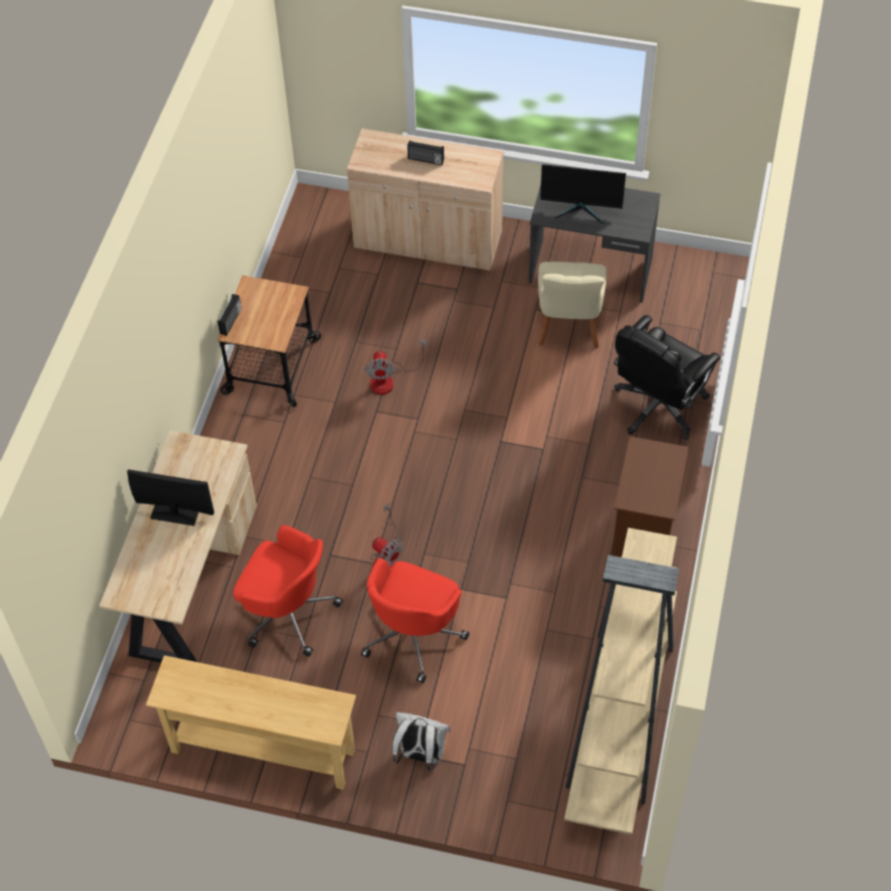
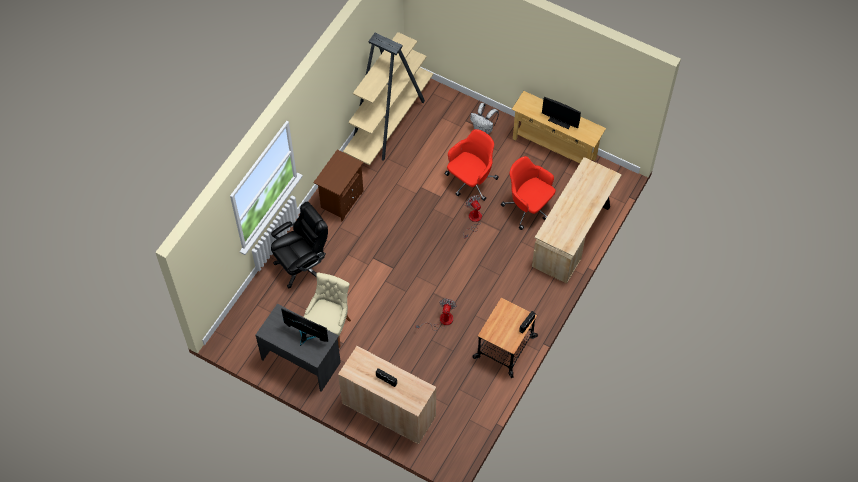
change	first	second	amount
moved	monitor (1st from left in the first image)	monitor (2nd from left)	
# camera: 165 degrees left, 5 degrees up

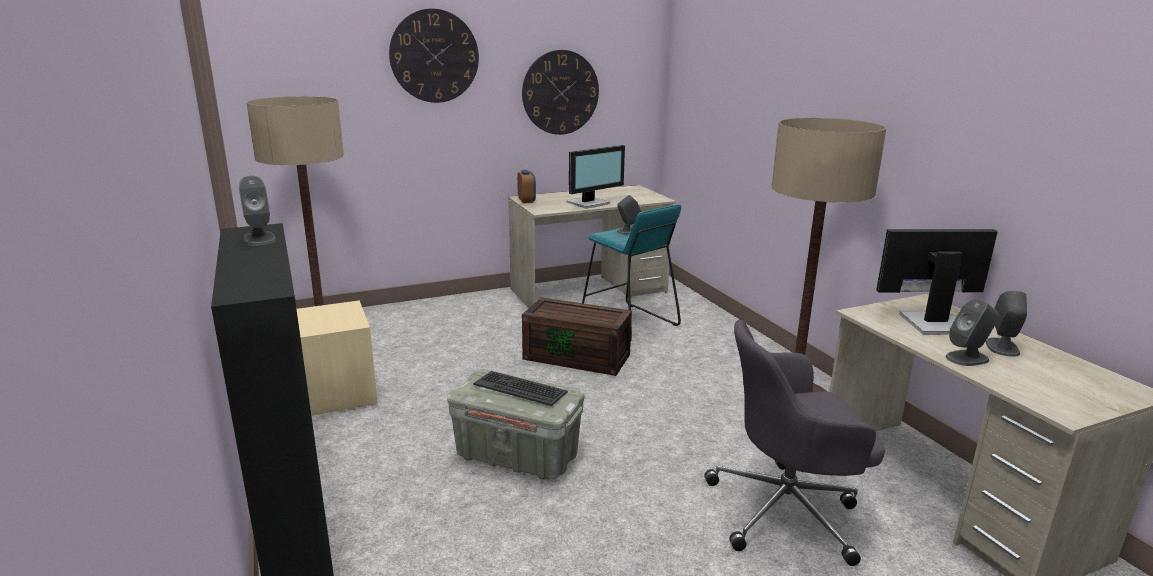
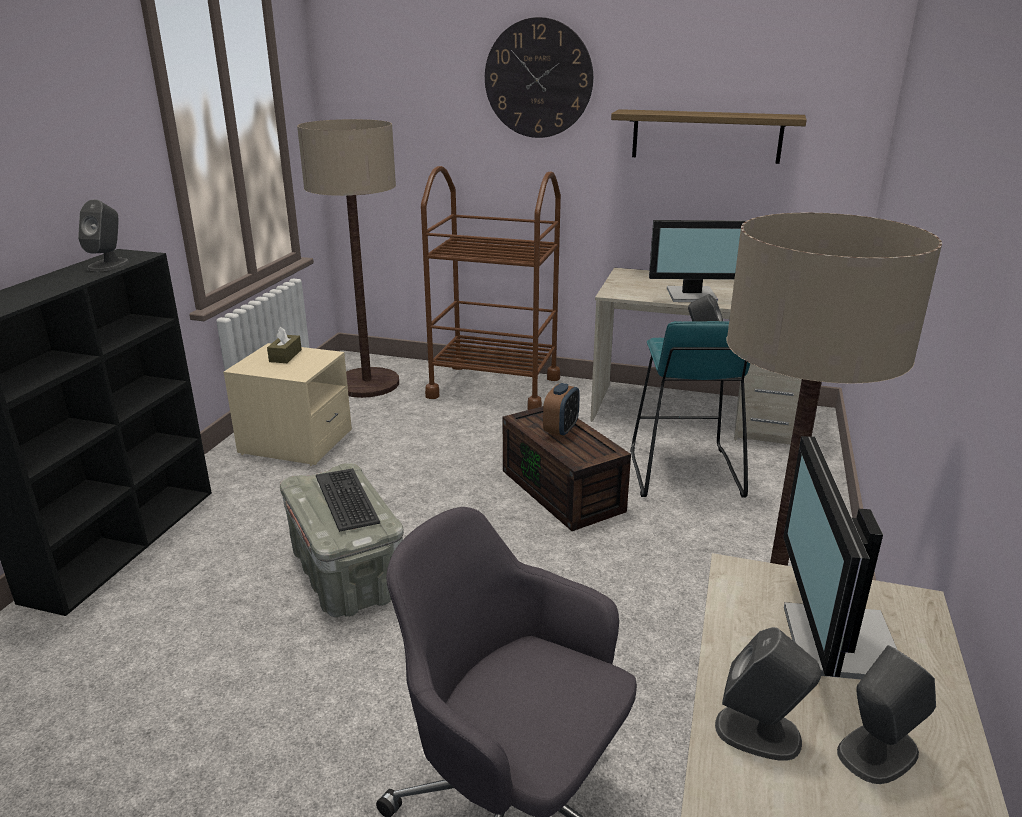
change	first	second	amount
added		tissue box (brown)	
added		cart (brown)	
moved	alarm clock		
replaced	wall clock (2nd from left)	shelf	
turned	monitor (2nd from left)		120 degrees counterclockwise
# camera: 40 degrees right, 5 degrees up

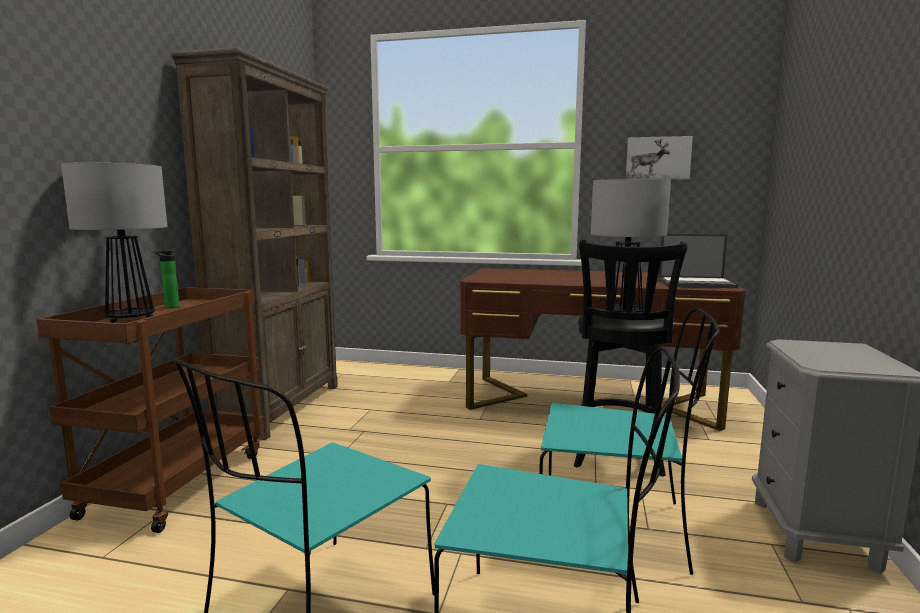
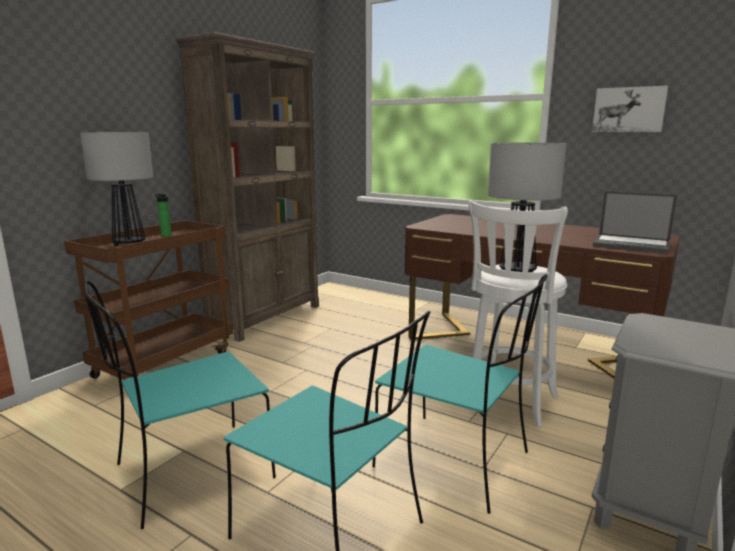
change	first	second	amount
recoloured	stool (black)	stool (white)	
# camera: 20 degrees right, 5 degrees up

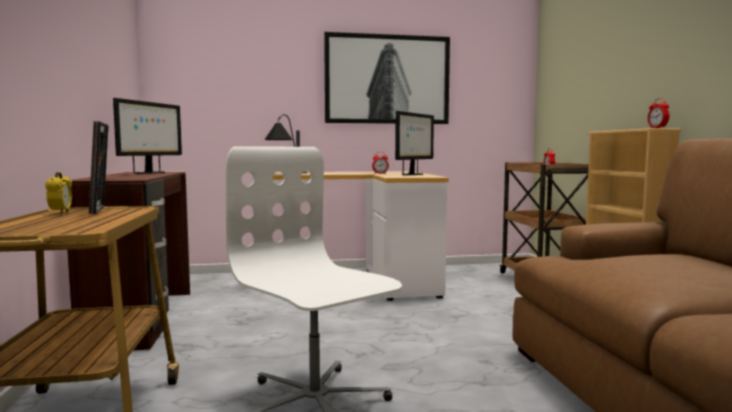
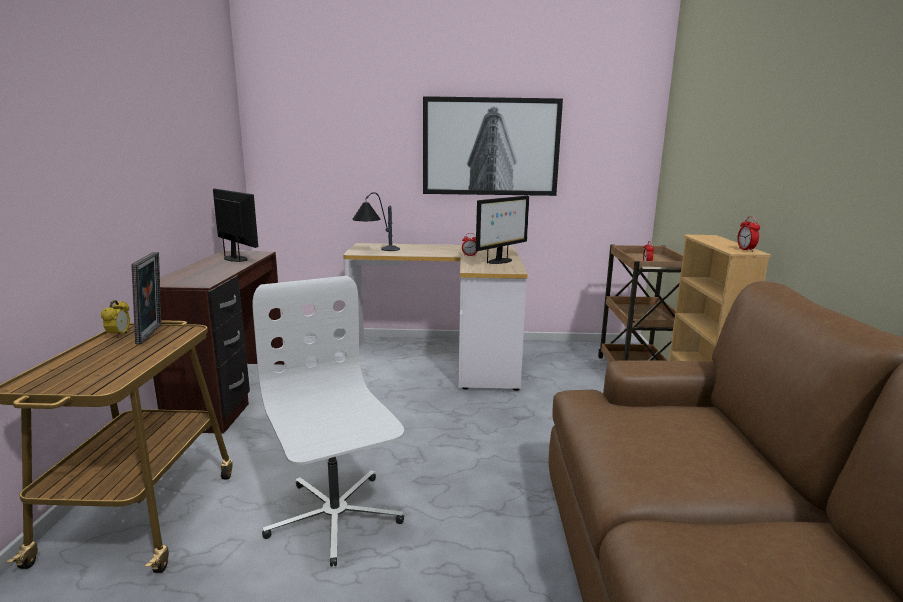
change	first	second	amount
turned	monitor (1st from left)		75 degrees counterclockwise
# camera: 10 degrees right, 10 degrees up

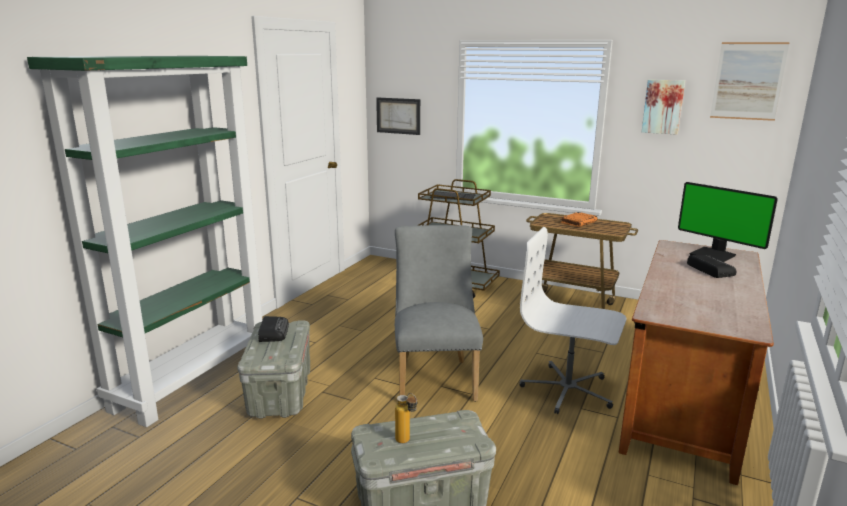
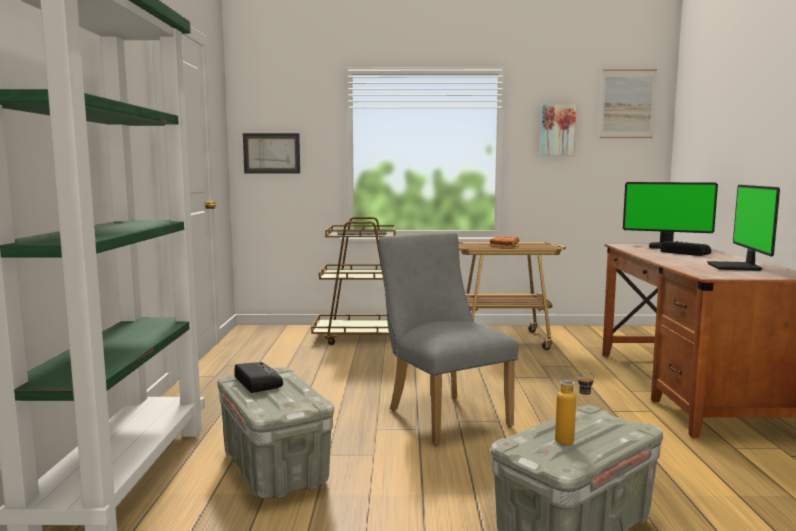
change	first	second	amount
removed	office chair (white)		
added		monitor (2nd from left)	
# camera: 25 degrees left, 10 degrees down

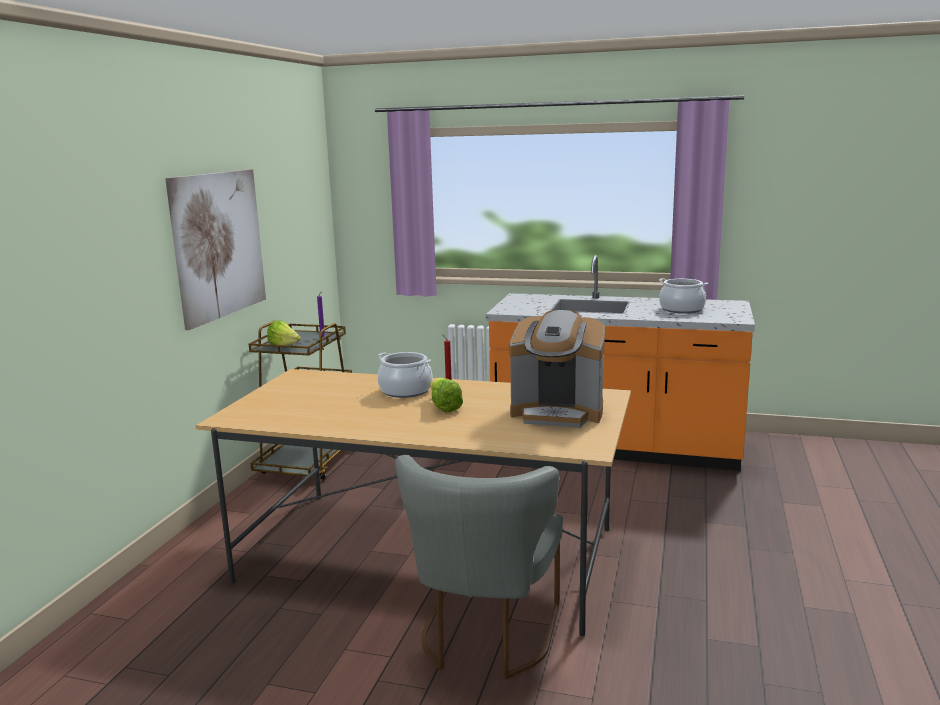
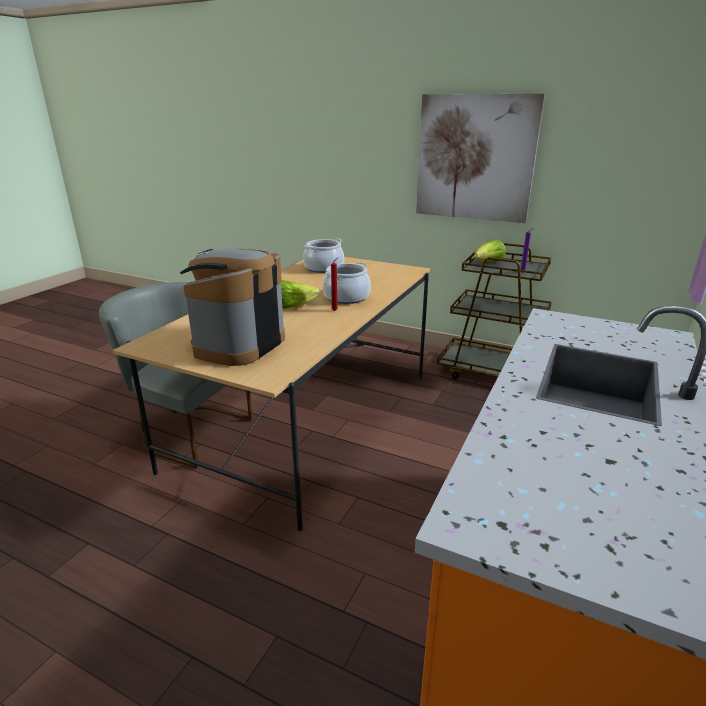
change	first	second	amount
moved	cooking pot (2nd from left in the first image)	cooking pot (1st from left)	
# camera: 100 degrees right, 10 degrees up

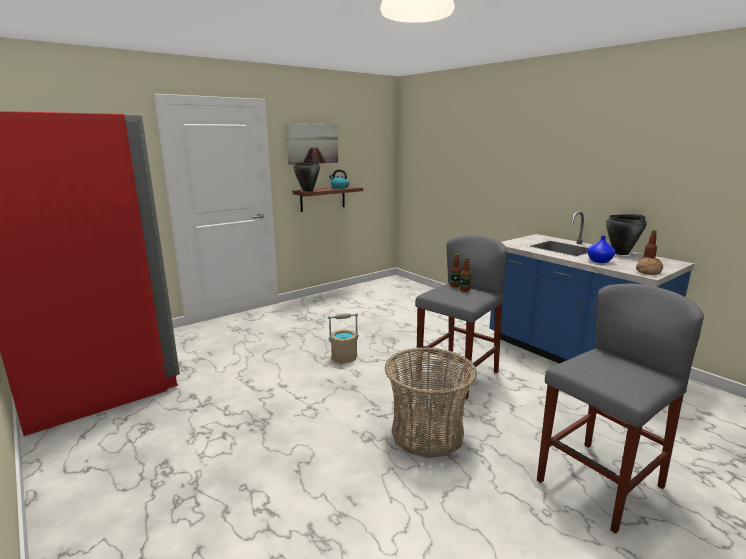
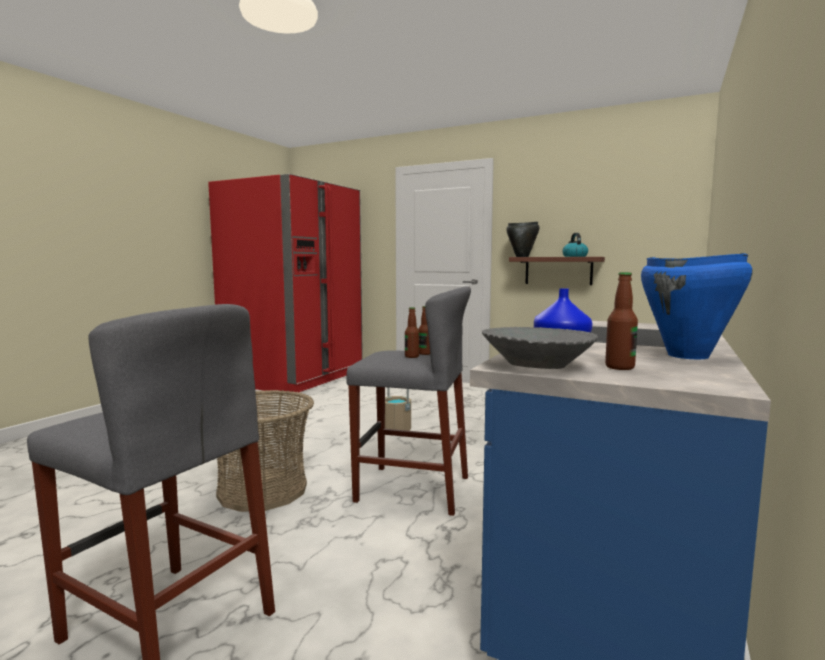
change	first	second	amount
removed	picture		
replaced	bread	bowl (grey)	
recoloured	cooking pot (black) (2nd from left)	cooking pot (blue)	
# camera: 65 degrees right, 10 degrees down

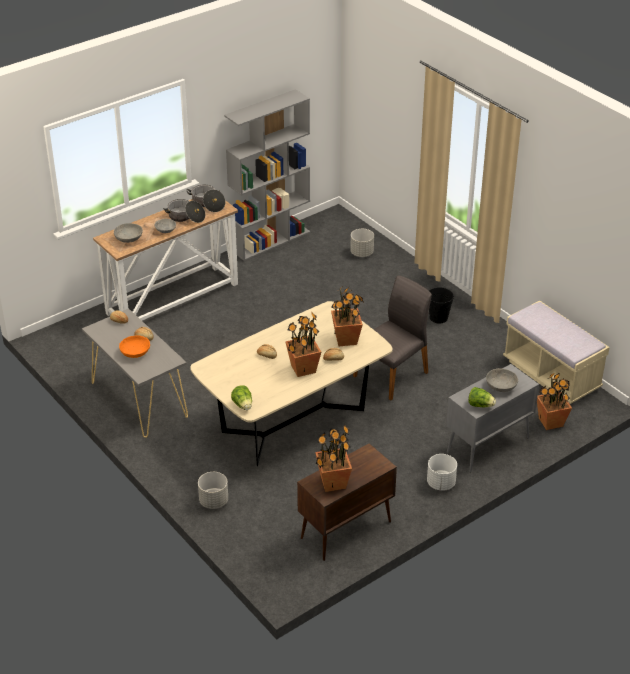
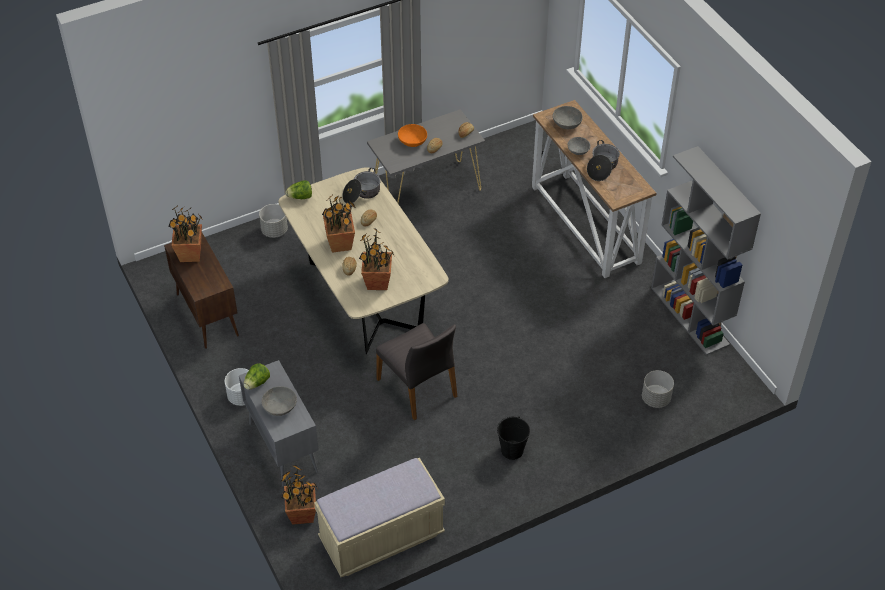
change	first	second	amount
moved	cooking pot (2nd from left in the first image)	cooking pot (1st from left)	
# camera: 100 degrees right, 10 degrees up

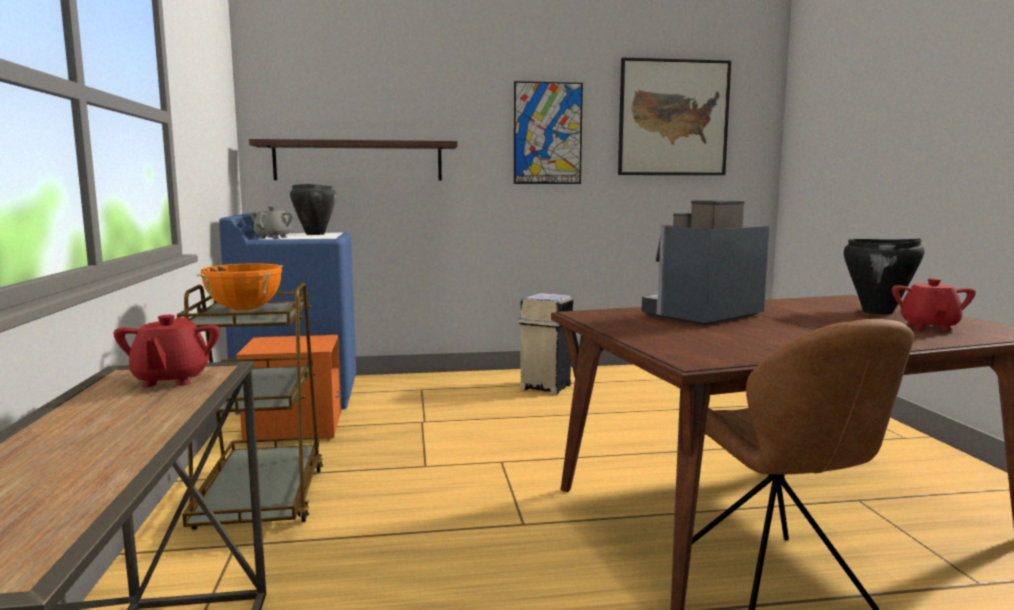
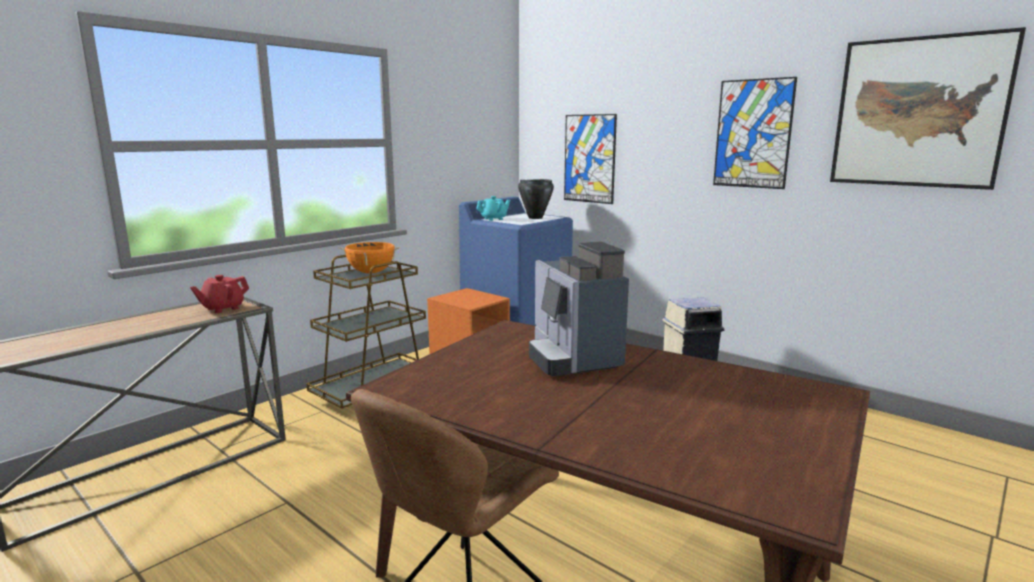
change	first	second	amount
removed	cooking pot (black) (2nd from left)		
removed	teapot (red) (2nd from left)		
replaced	shelf	picture (1st from left)	
recoloured	teapot (grey)	teapot (turquoise)	
turned	coffee machine		120 degrees counterclockwise
# camera: 50 degrees right, 5 degrees up

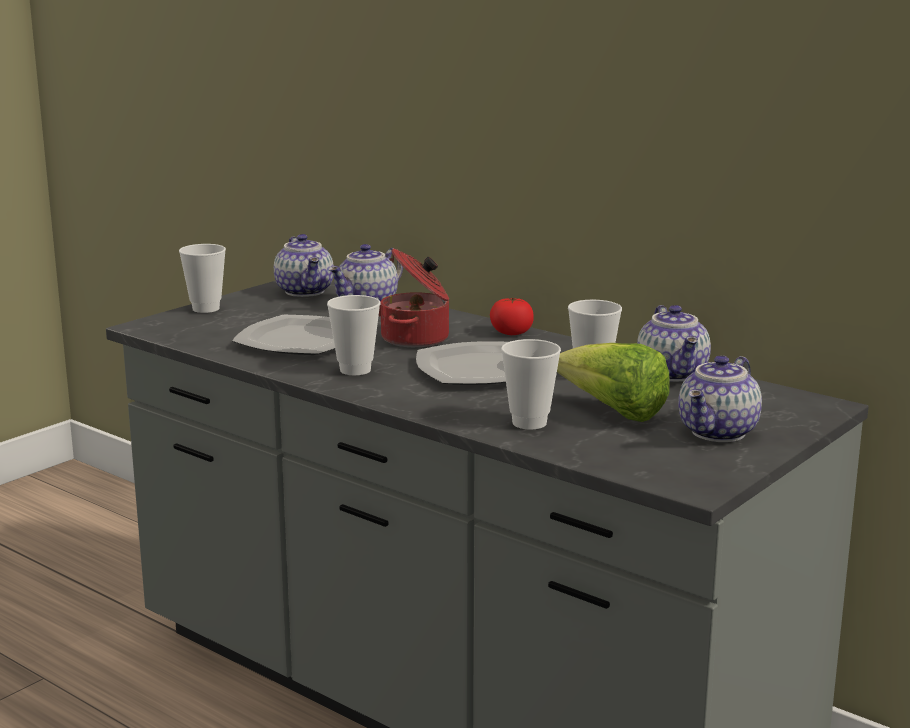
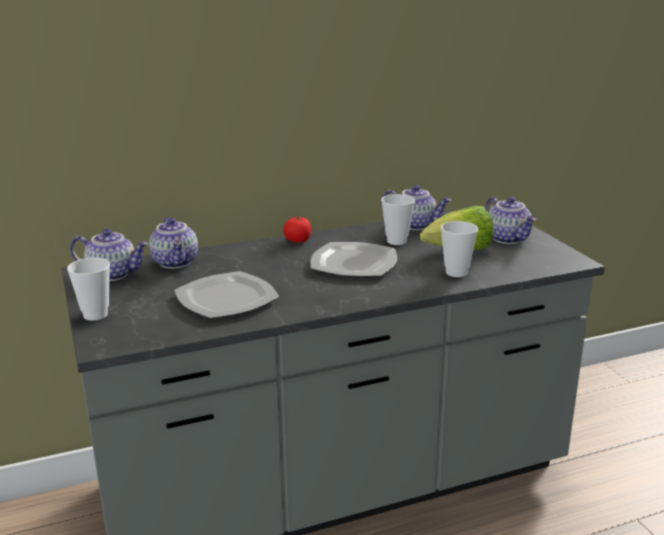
change	first	second	amount
removed	cup (2nd from left)		
removed	cooking pot		
# camera: 60 degrees left, 5 degrees up

